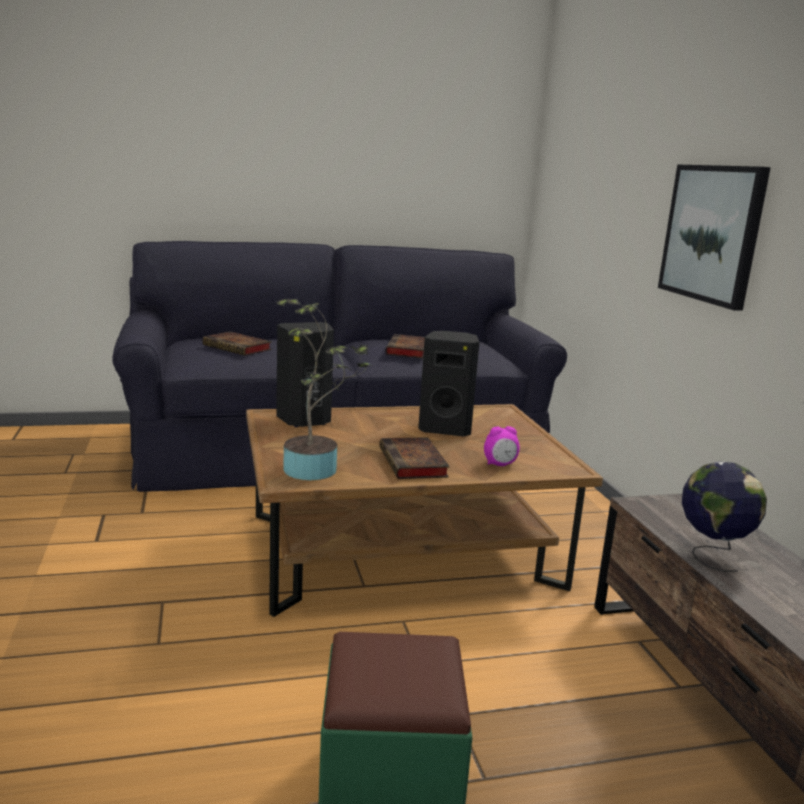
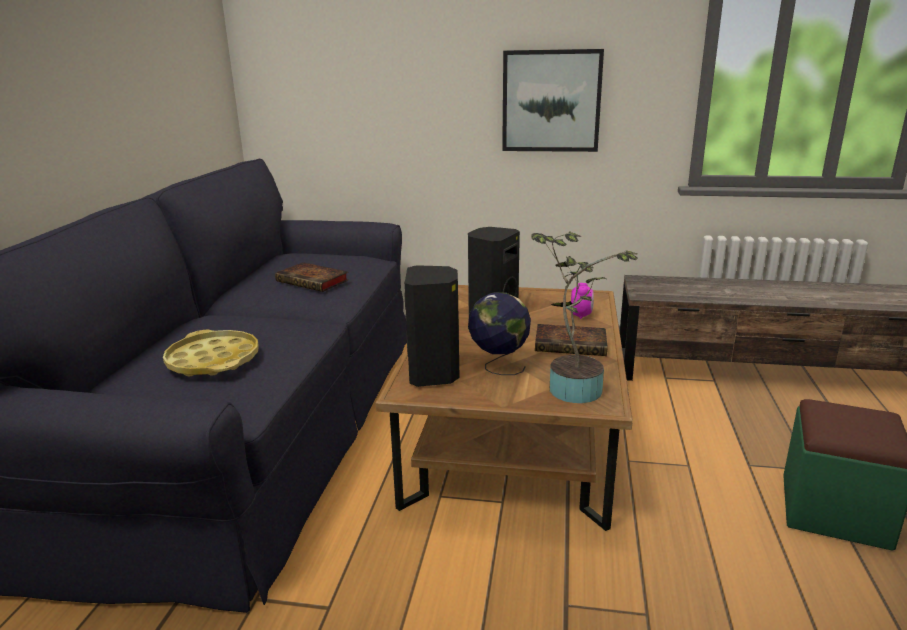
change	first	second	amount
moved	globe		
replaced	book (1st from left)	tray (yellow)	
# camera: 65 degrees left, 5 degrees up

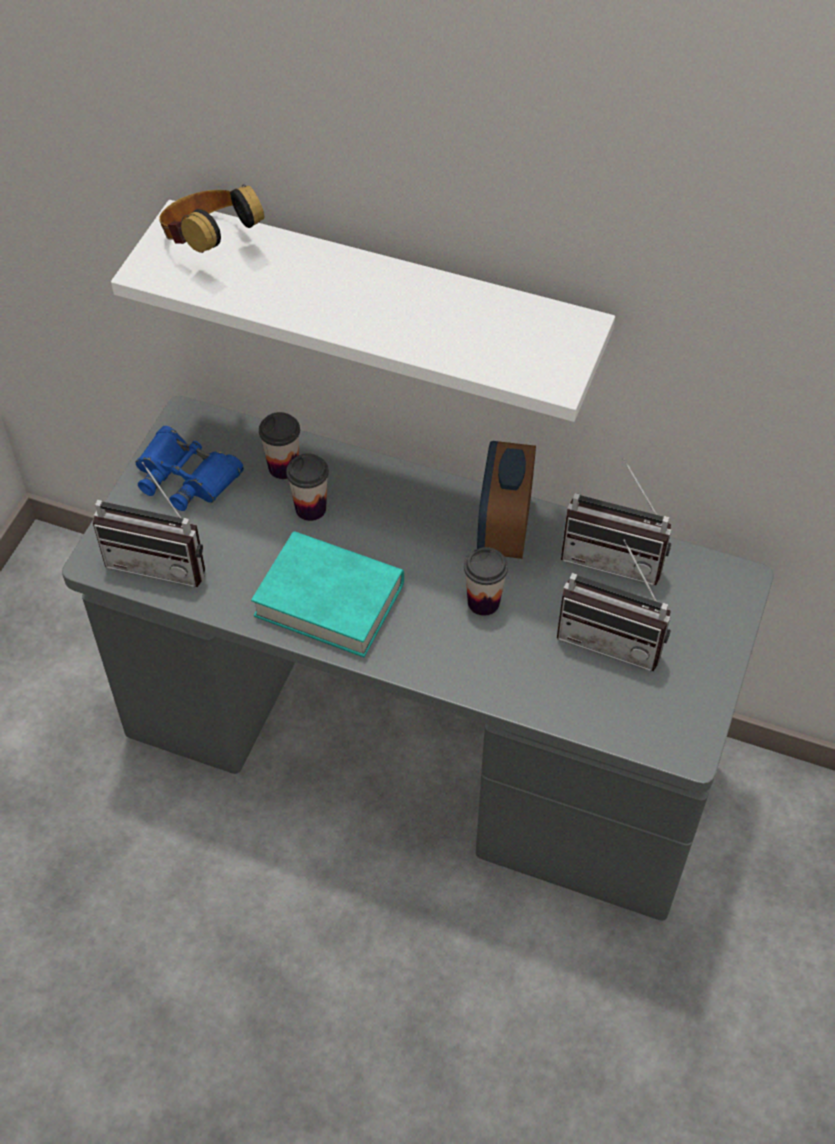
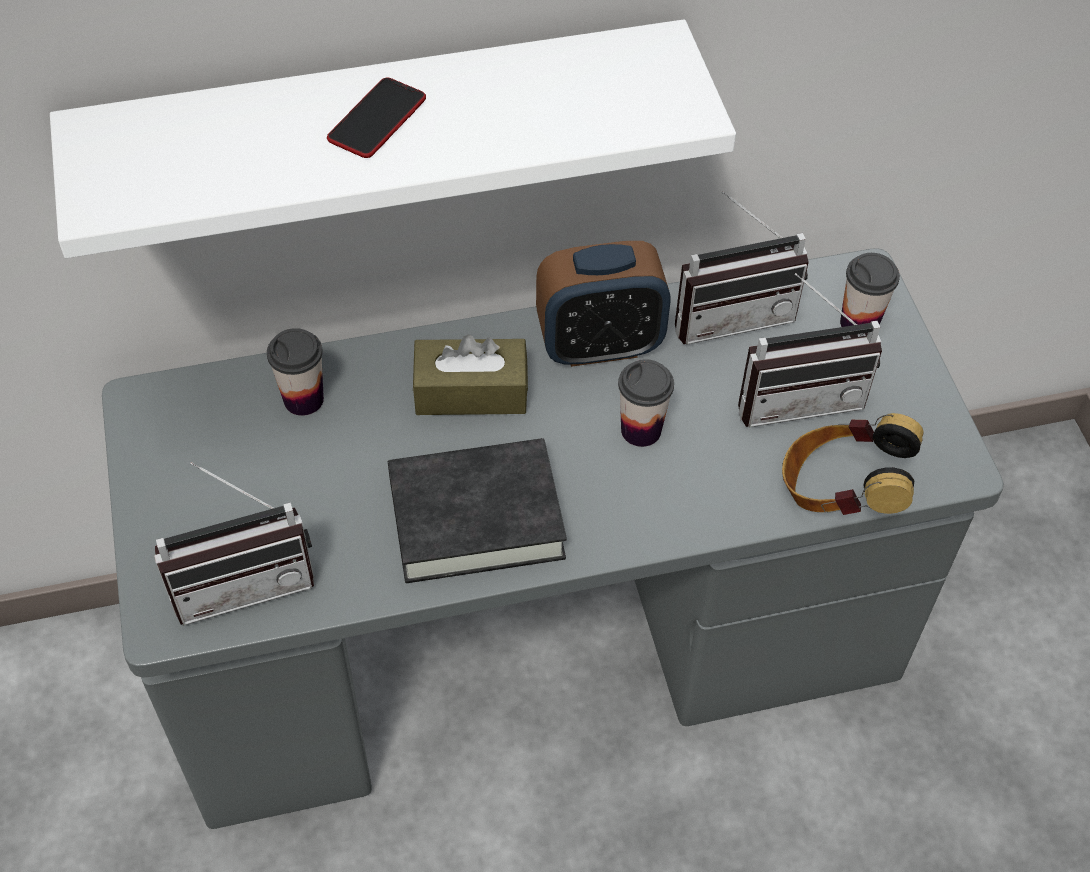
change	first	second	amount
removed	binoculars (blue)		
added		phone	
added		tissue box (brown)	
moved	headphones		
moved	cup (2nd from left in the first image)	cup (3rd from left)	
recoloured	book (turquoise)	book (black)	
turned	alarm clock		75 degrees counterclockwise
# camera: 35 degrees left, 0 degrees up

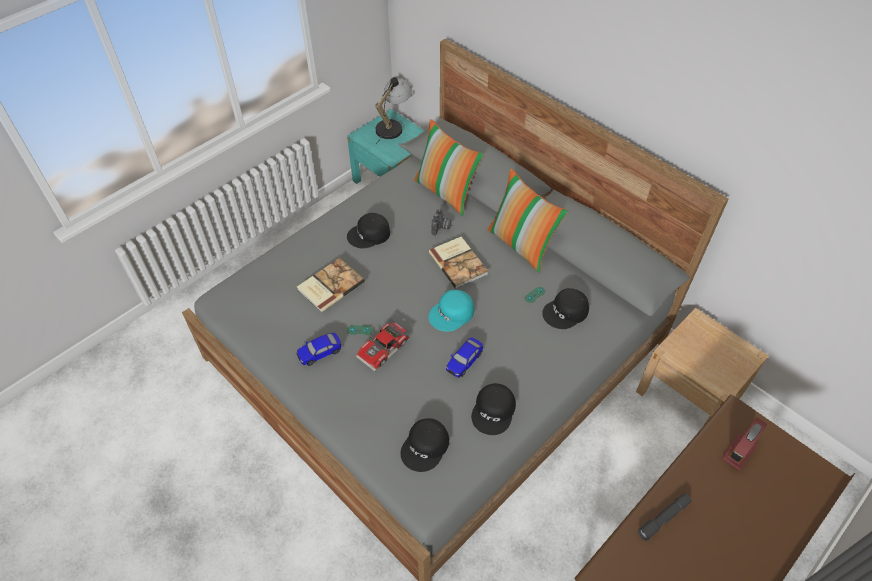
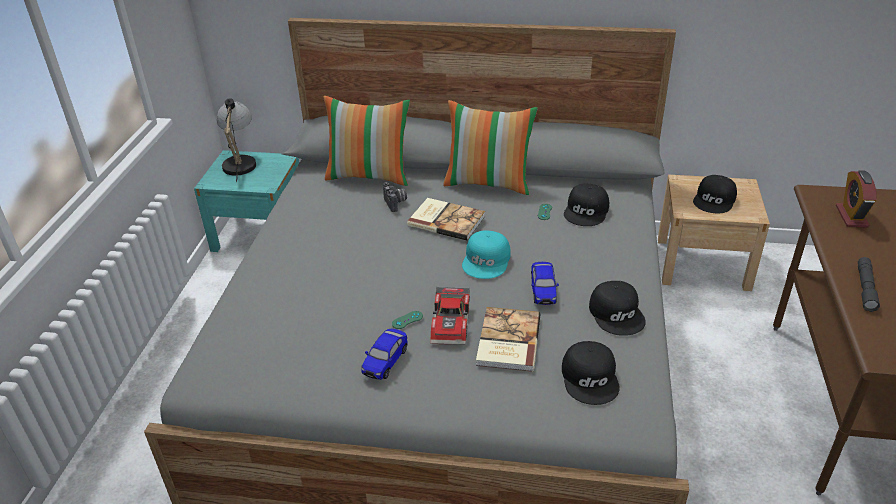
change	first	second	amount
moved	book (1st from left in the first image)	book (2nd from left)	
moved	cap (black) (1st from left in the first image)	cap (black) (4th from left)	
# camera: 35 degrees left, 15 degrees down

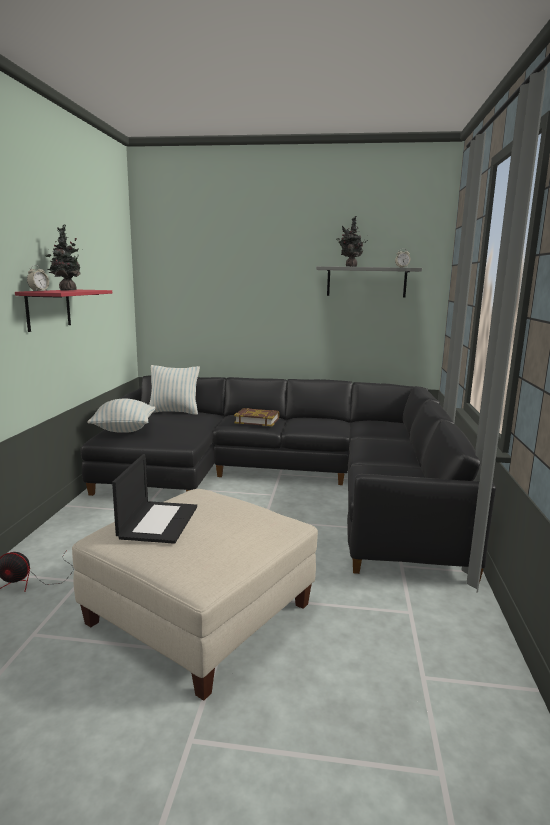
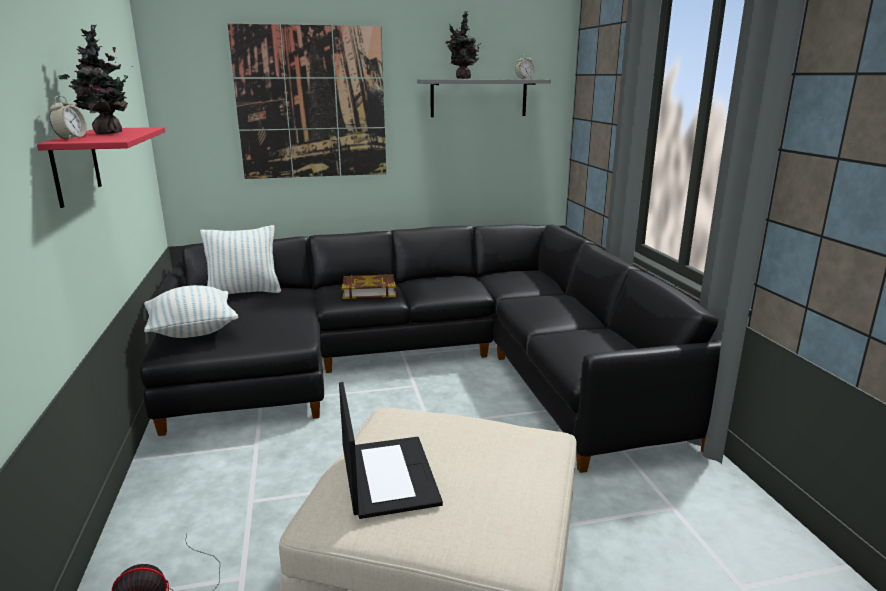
change	first	second	amount
added		picture	
# camera: 20 degrees left, 5 degrees up

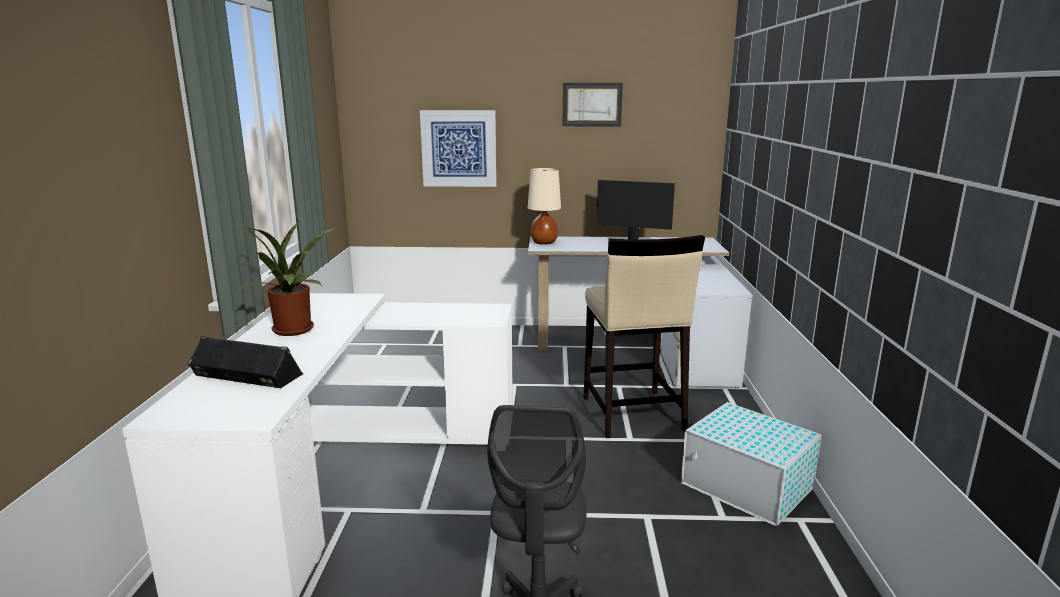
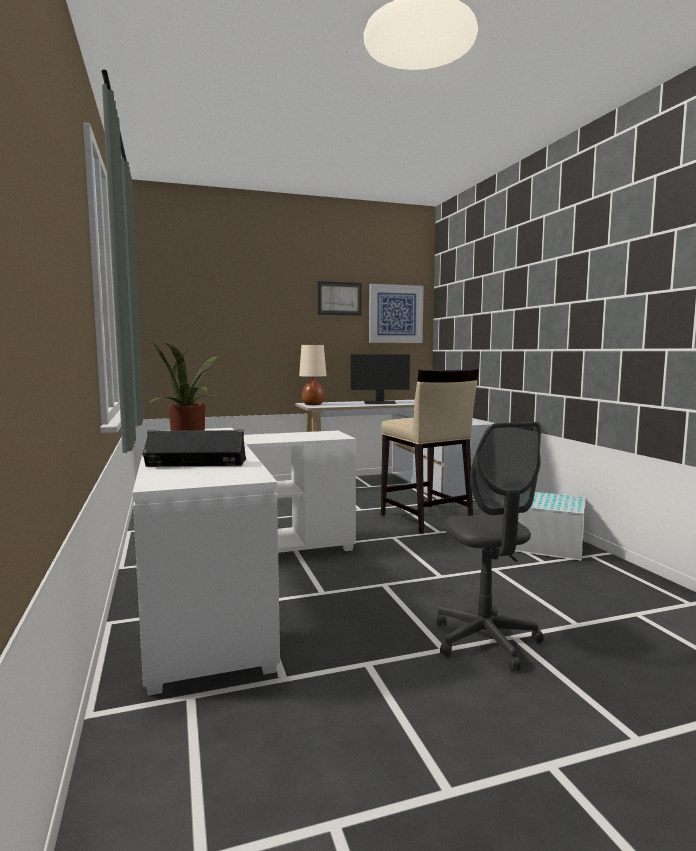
change	first	second	amount
moved	picture (1st from left in the first image)	picture (2nd from left)	
# camera: 20 degrees left, 10 degrees down

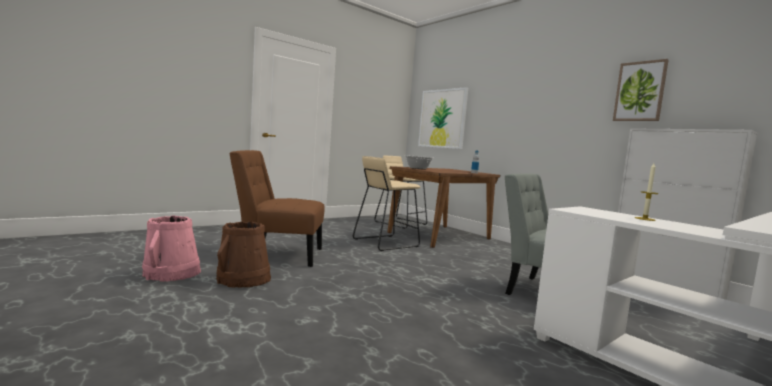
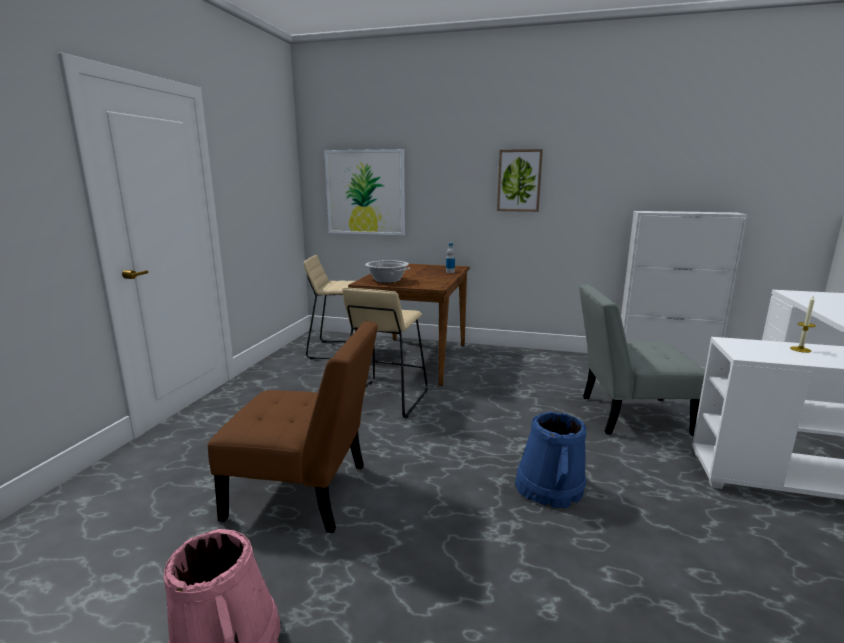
change	first	second	amount
removed	bucket (brown)		
added		bucket (blue)	
moved	picture (2nd from left)		
turned	chair (brown)		135 degrees counterclockwise
# camera: 35 degrees left, 10 degrees up

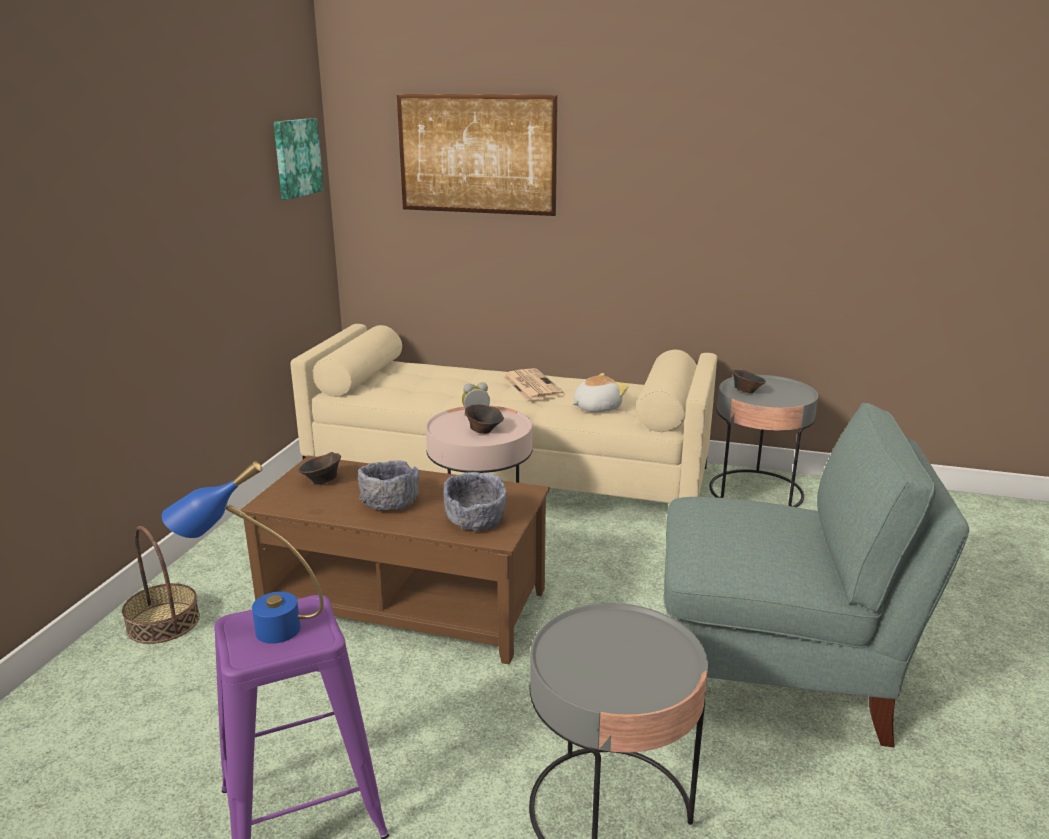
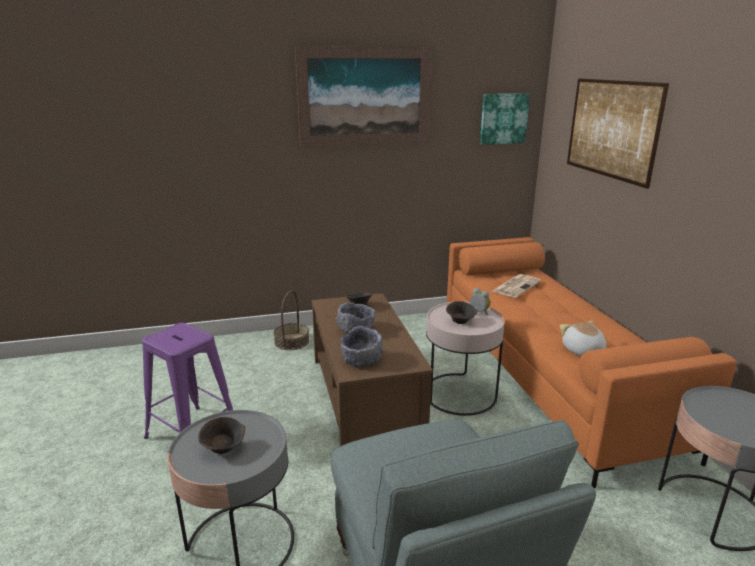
change	first	second	amount
removed	table lamp (blue)		
added		picture (1st from left)	
moved	newspaper		
moved	bowl (brown) (3rd from left in the first image)	bowl (brown) (1st from left)	
recoloured	sofa (beige)	sofa (orange)	
turned	plush toy		135 degrees counterclockwise
# camera: 60 degrees right, 0 degrees up

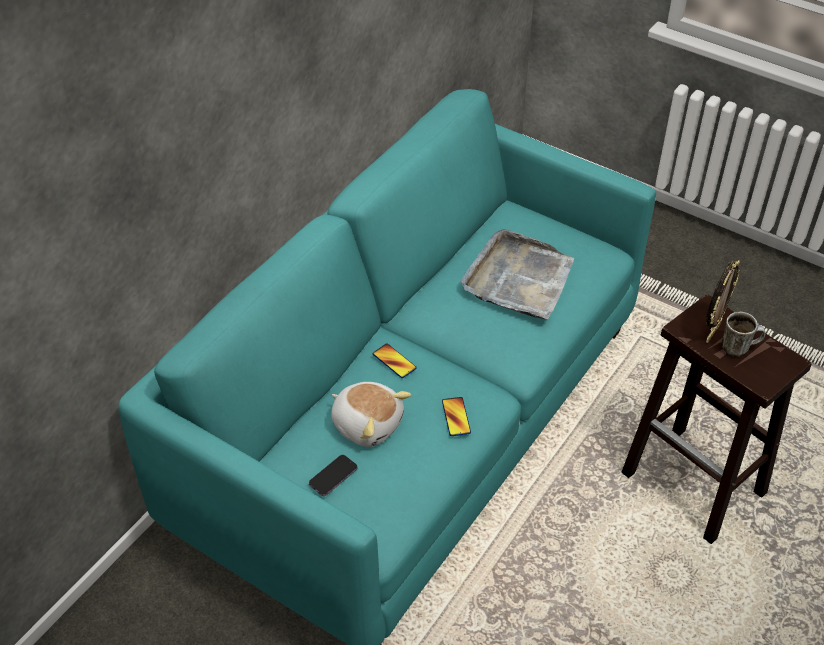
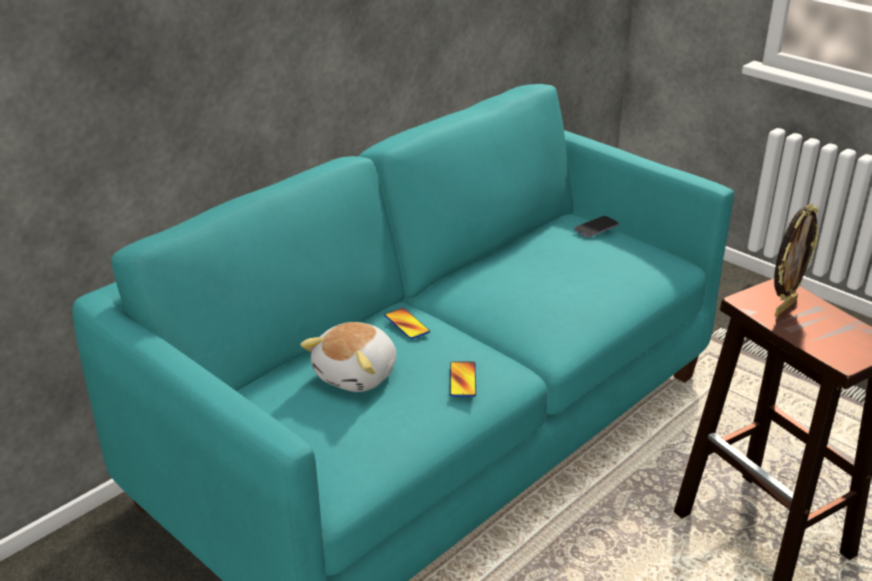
change	first	second	amount
removed	tray (grey)		
removed	mug		
moved	phone (1st from left in the first image)	phone (3rd from left)	
turned	plush toy		75 degrees clockwise
# camera: 10 degrees right, 15 degrees down

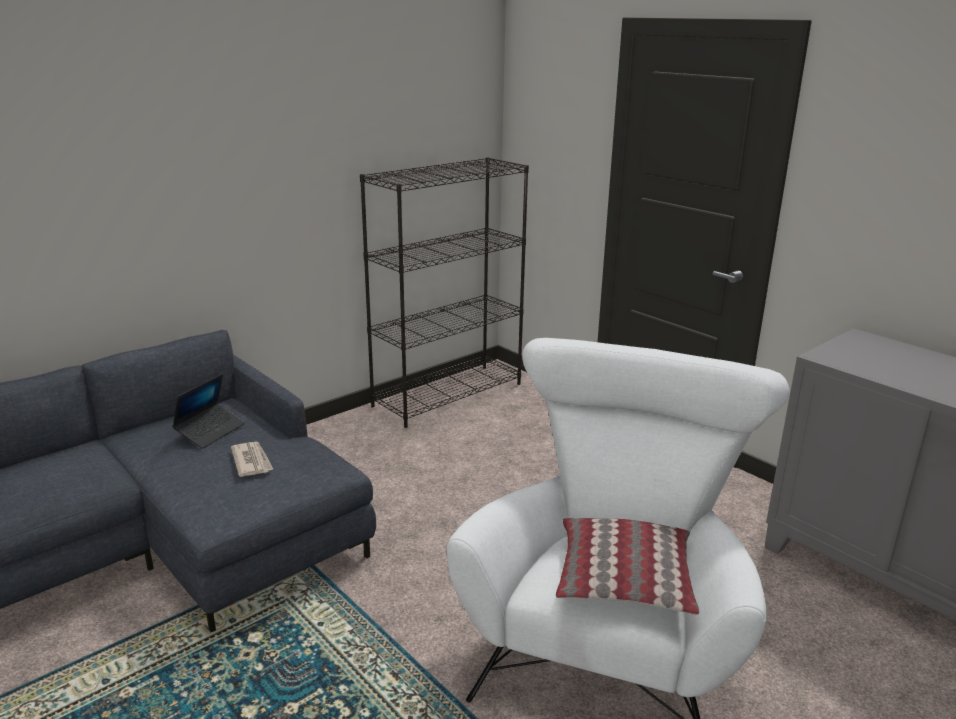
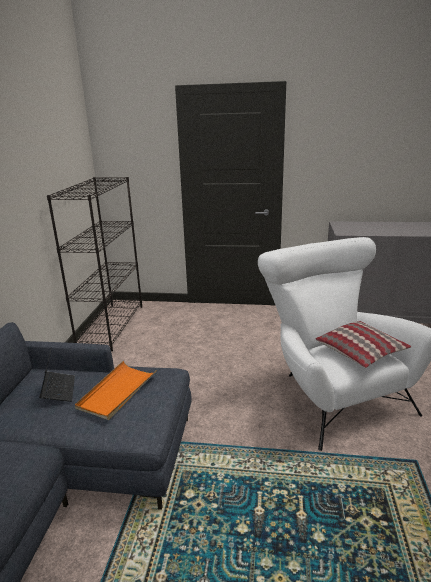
change	first	second	amount
replaced	newspaper	tray (orange)	
# camera: 40 degrees left, 0 degrees up

